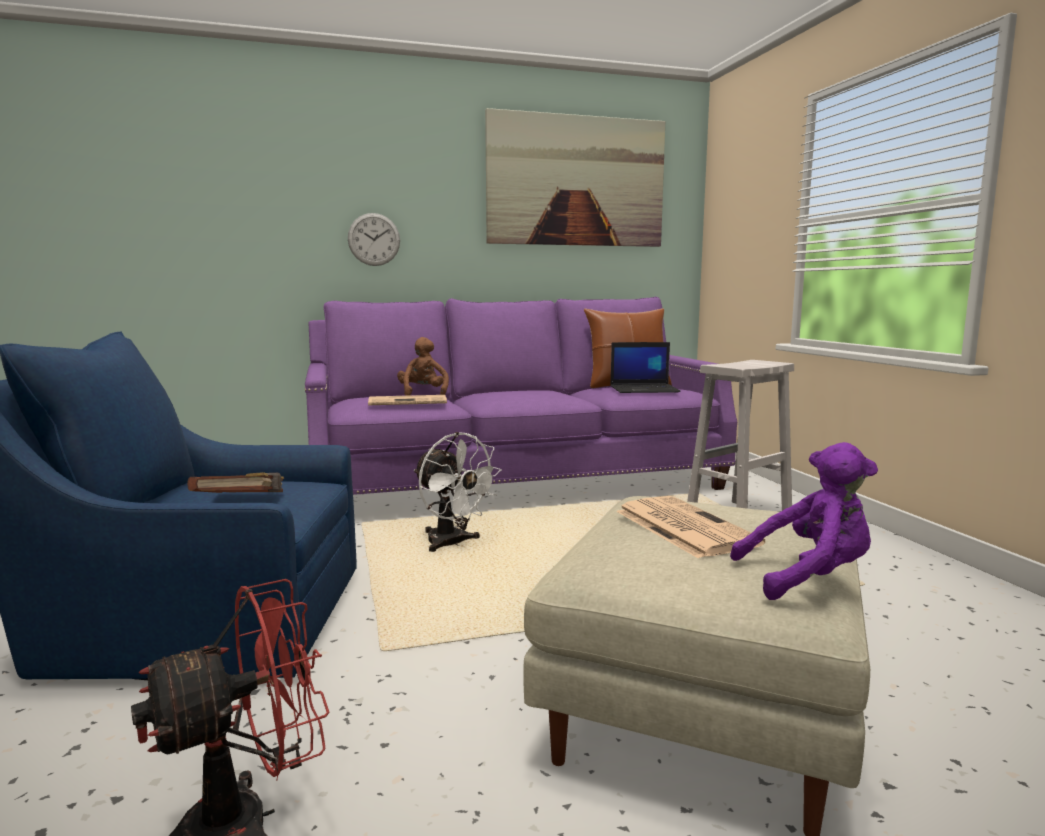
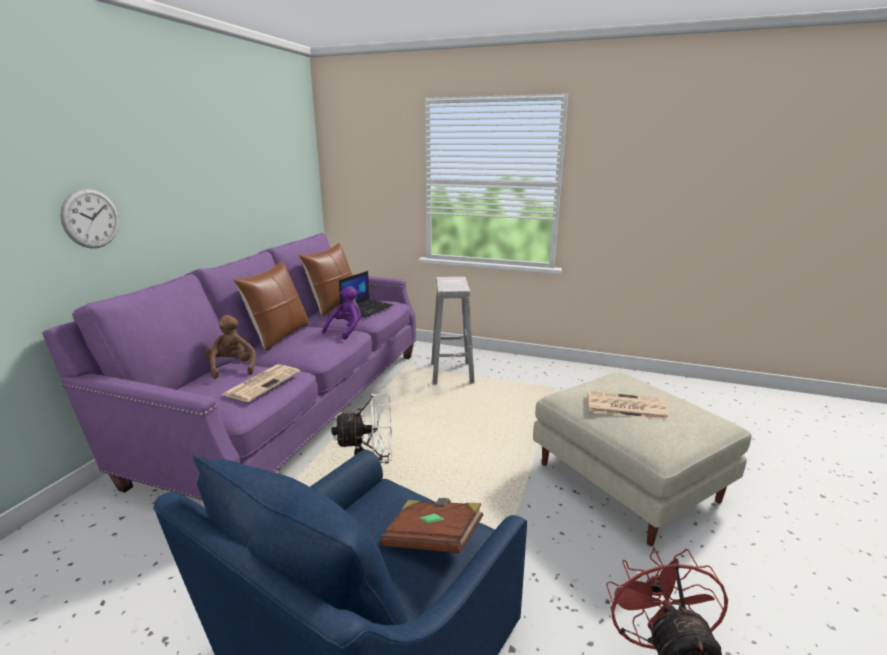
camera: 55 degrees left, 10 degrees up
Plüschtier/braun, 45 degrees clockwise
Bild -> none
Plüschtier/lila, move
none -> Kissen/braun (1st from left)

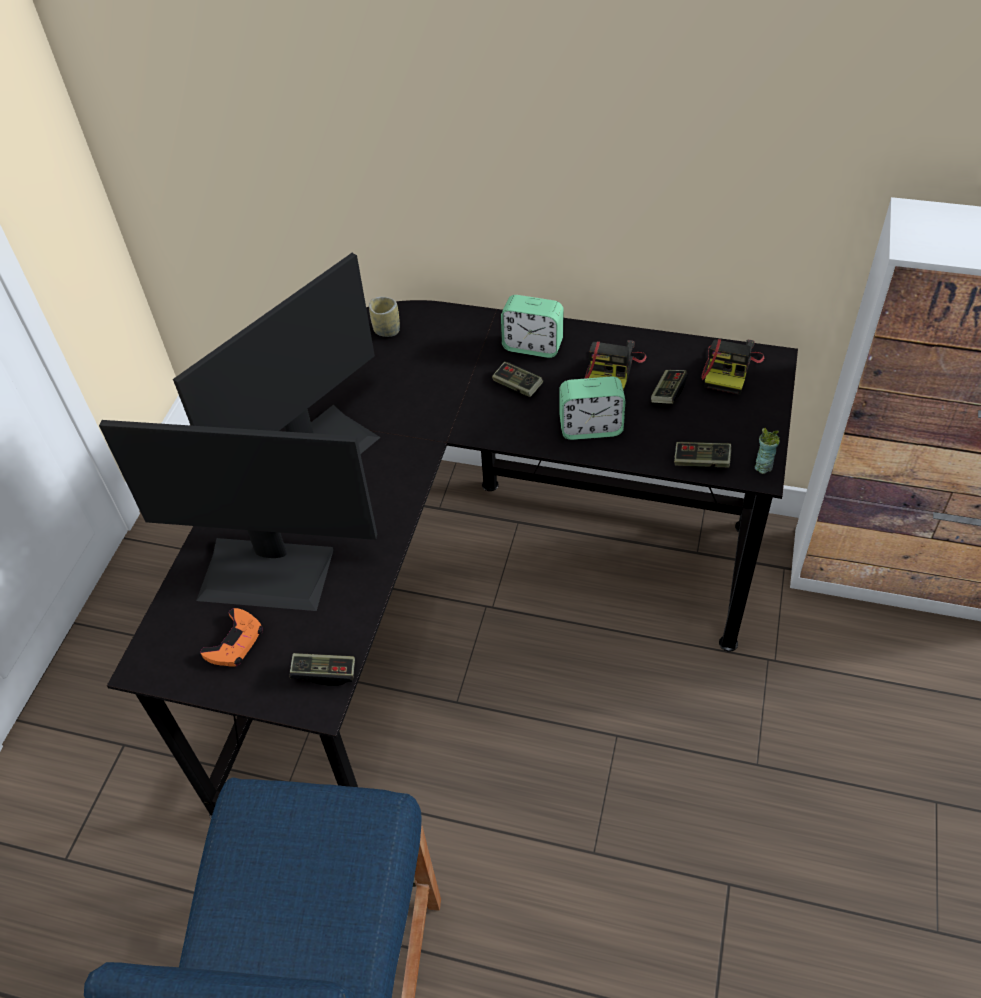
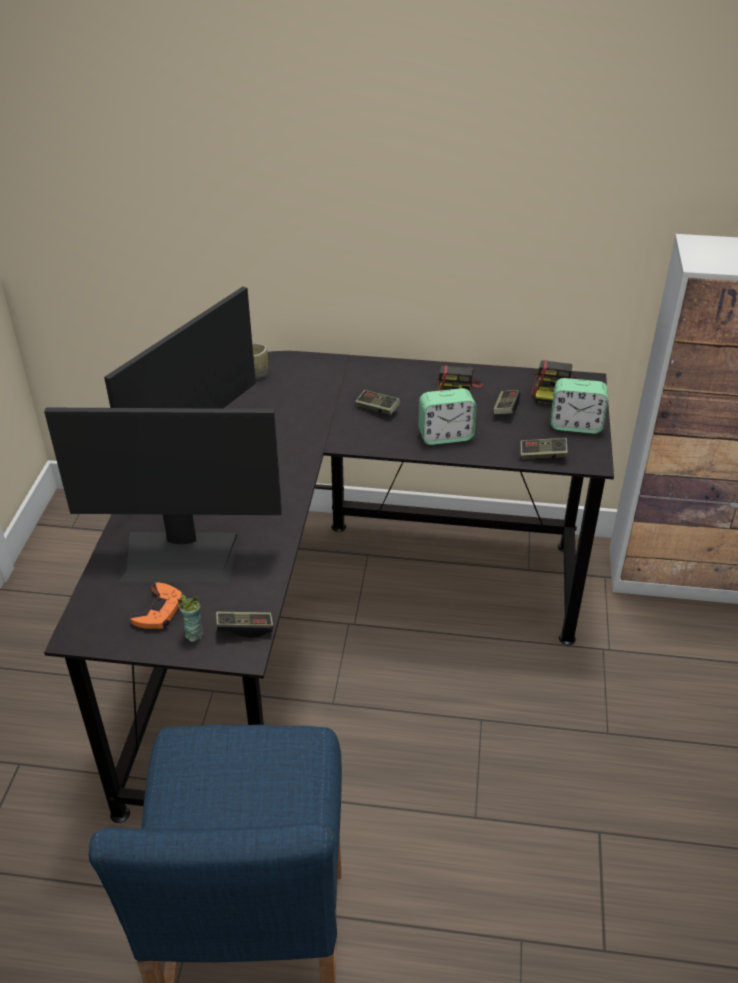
camera: 10 degrees left, 10 degrees down
Wecker (1st from left in the first image) -> Wecker (2nd from left), move
Tasse (2nd from left in the first image) -> Tasse (1st from left), move

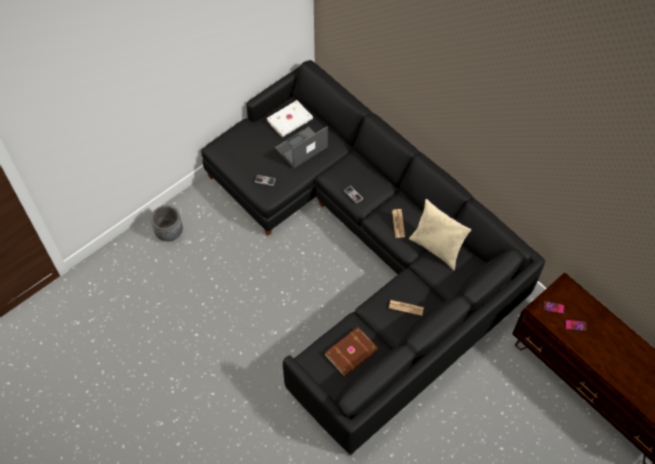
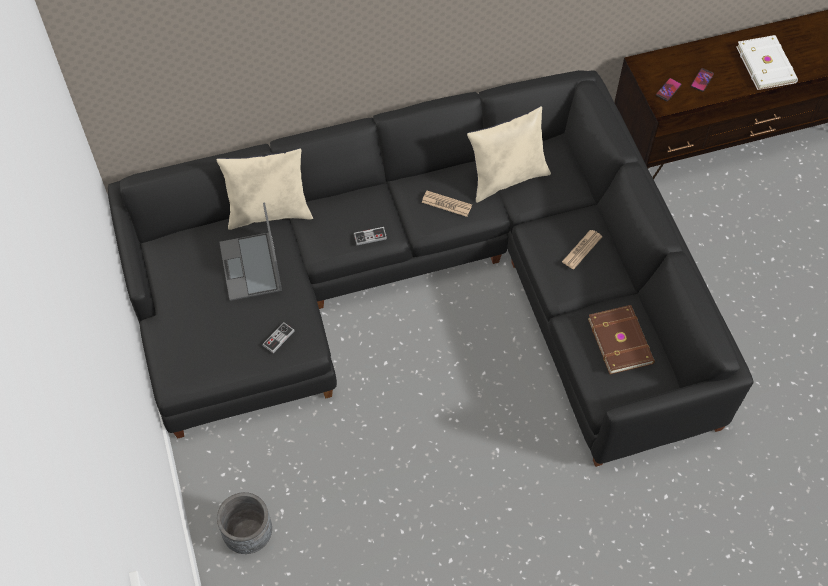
camera: 65 degrees left, 0 degrees up
Buch/weiß, move
none -> Kissen/beige (1st from left)

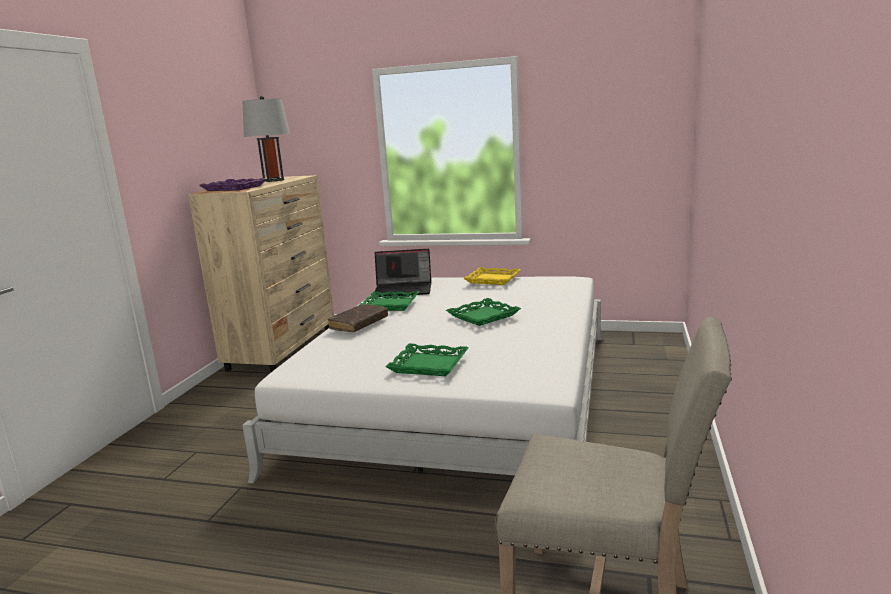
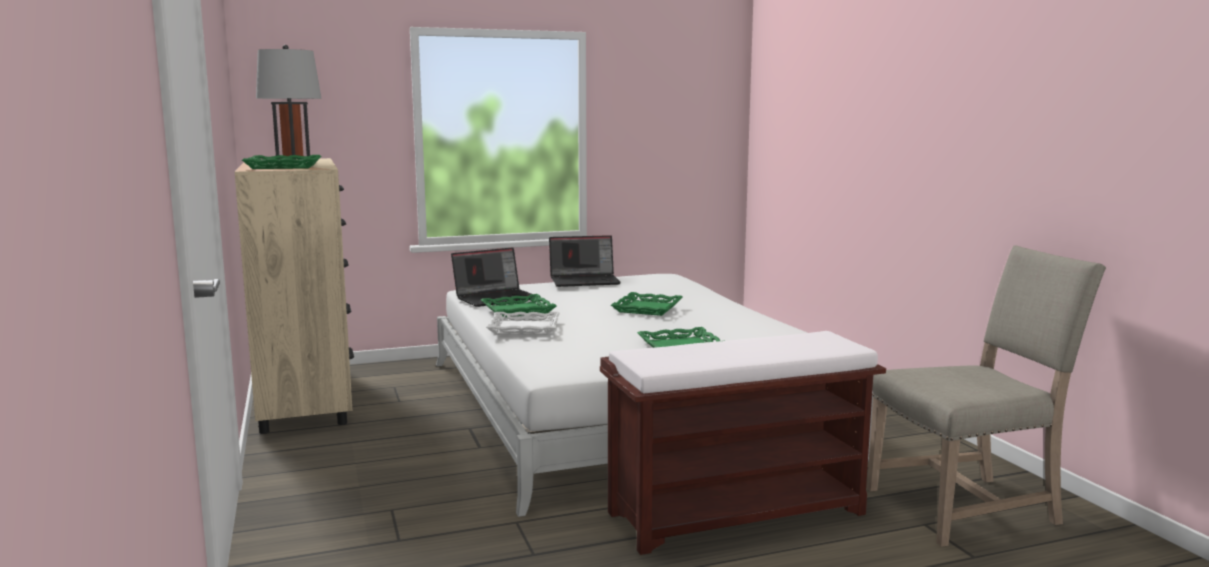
camera: 35 degrees left, 5 degrees down
Tablett/lila -> Tablett/grün (1st from left)
Buch/braun -> Tablett/weiß
Tablett/gelb -> Laptop (2nd from left)
none -> Bank/braun

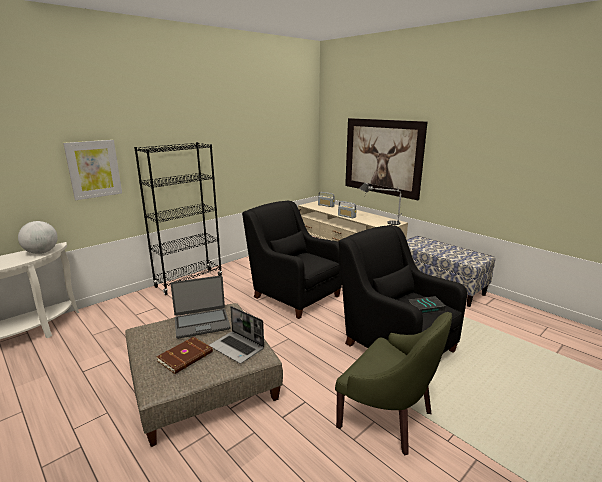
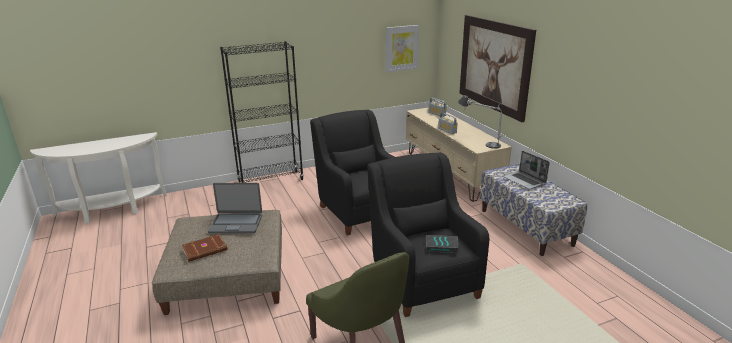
camera: 20 degrees right, 5 degrees up
Globus -> none
Bild (1st from left), move
Laptop (2nd from left), move

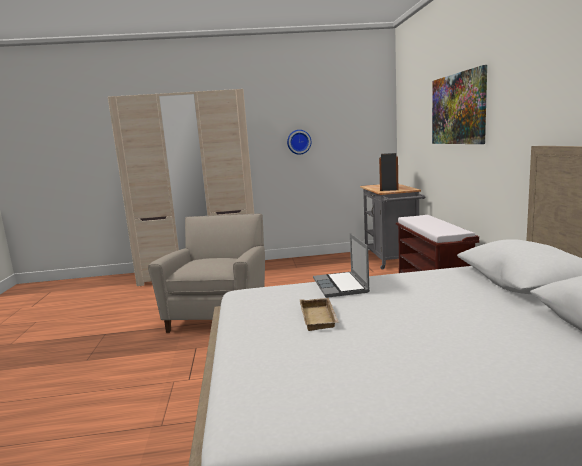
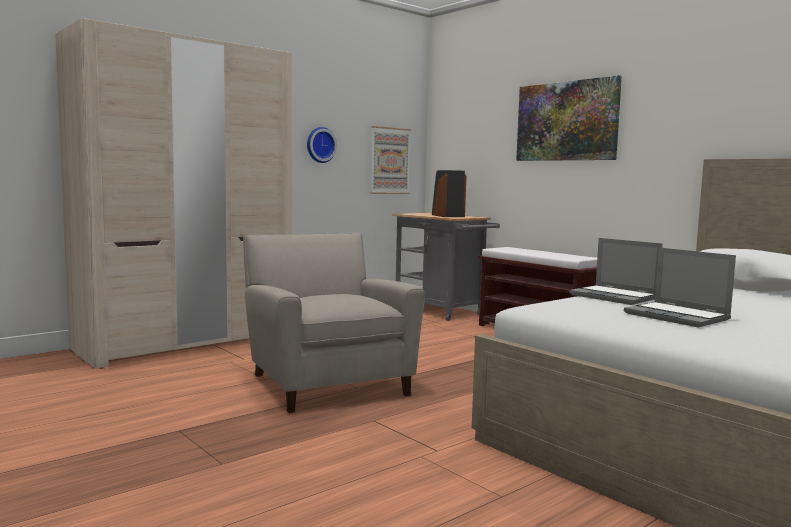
camera: 35 degrees left, 5 degrees down
Tablett/beige -> Laptop (2nd from left)
none -> Bild (1st from left)

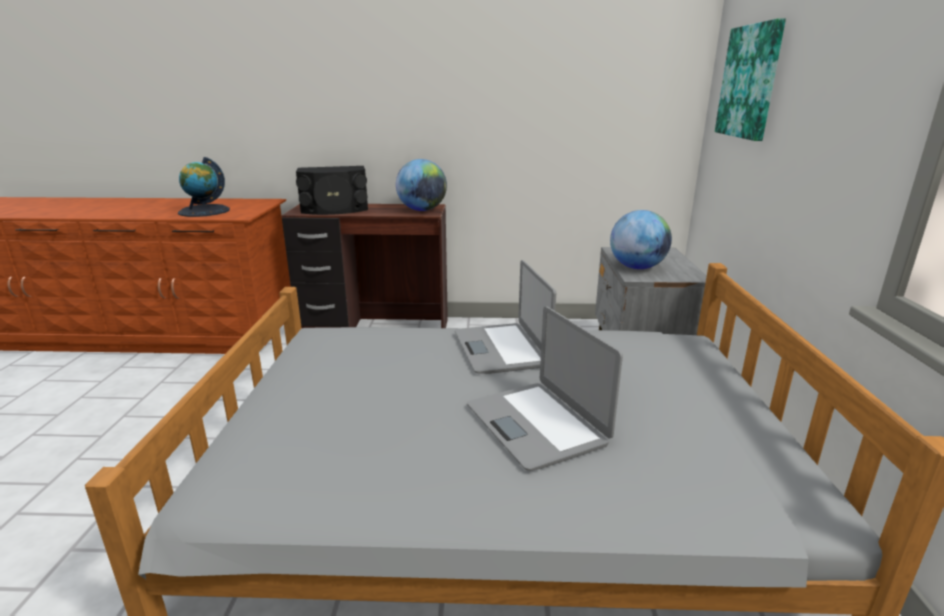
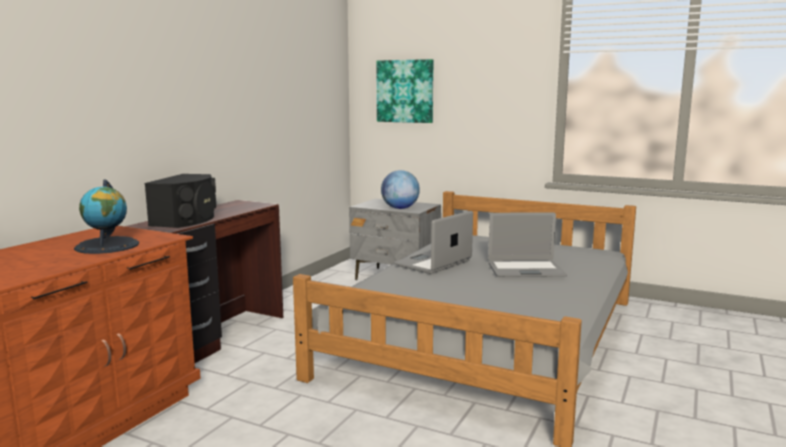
camera: 65 degrees left, 10 degrees down
Globus (2nd from left) -> none
Laptop (1st from left), 120 degrees clockwise

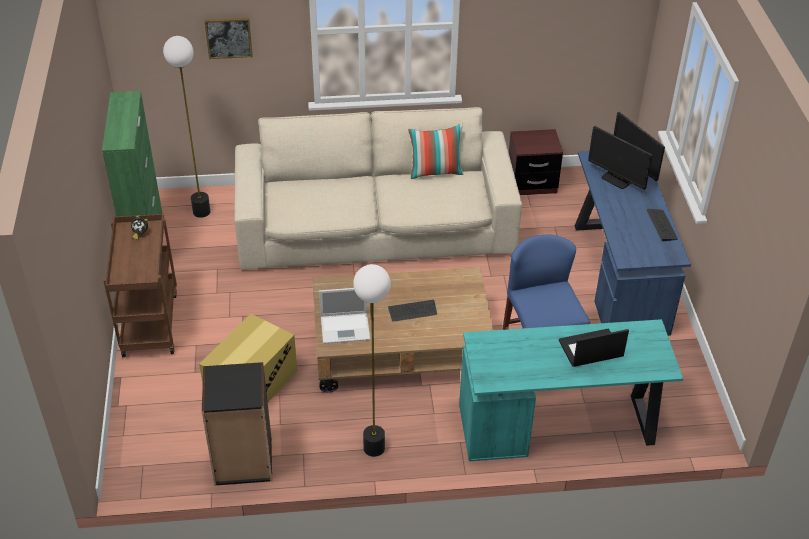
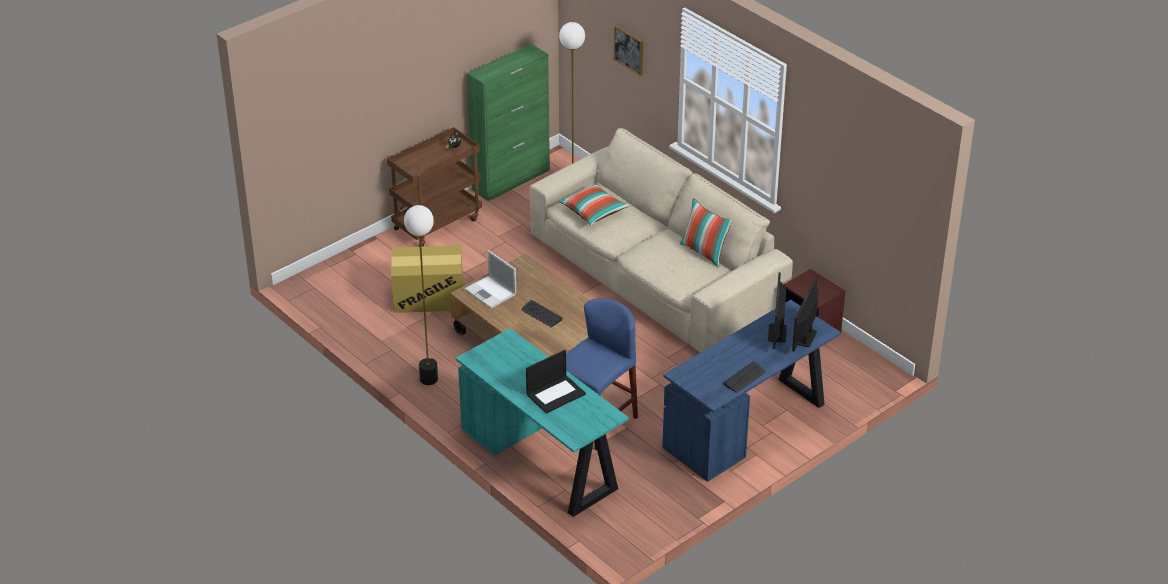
camera: 55 degrees right, 5 degrees down
Bücherregal/schwarz -> none
Laptop (2nd from left), 105 degrees clockwise
none -> Kissen (1st from left)

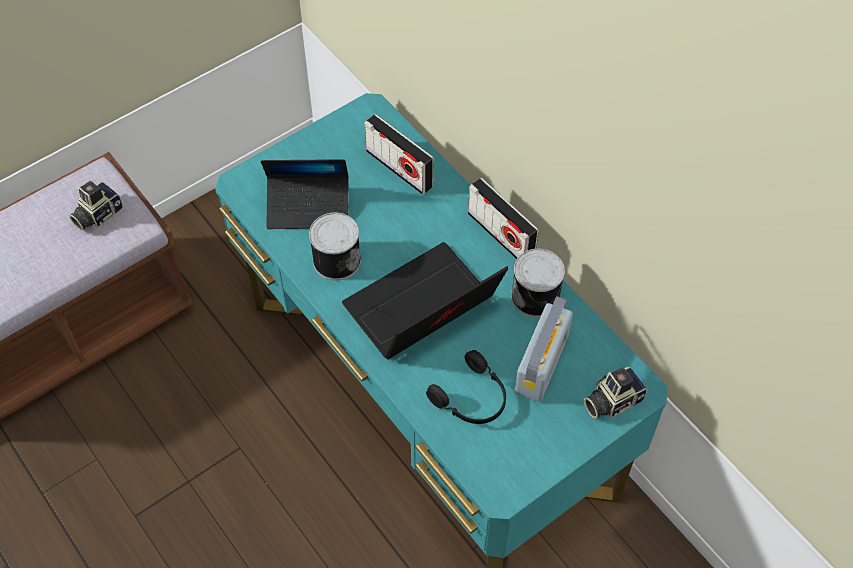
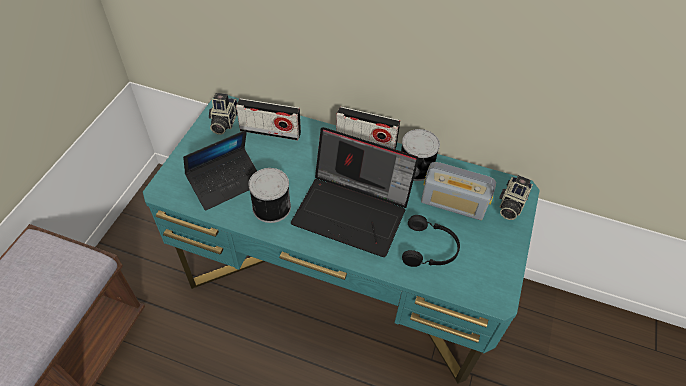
camera: 35 degrees left, 5 degrees down
Kamera (1st from left), move
Laptop (2nd from left), 90 degrees counterclockwise
Radio (3rd from left), 120 degrees clockwise

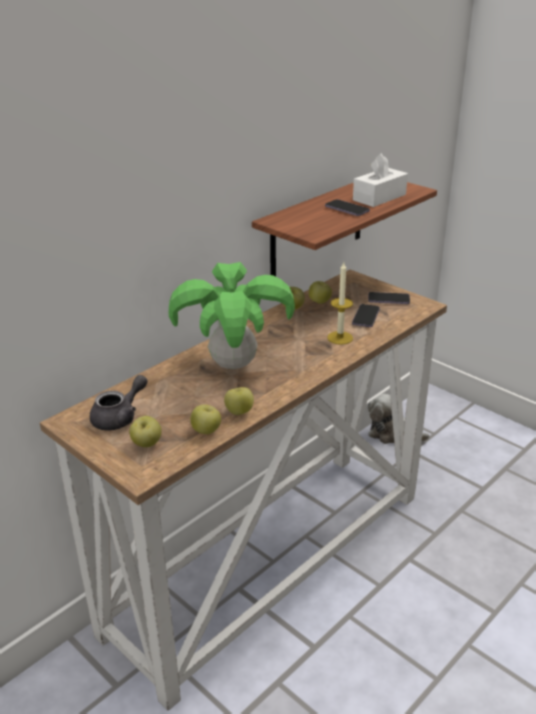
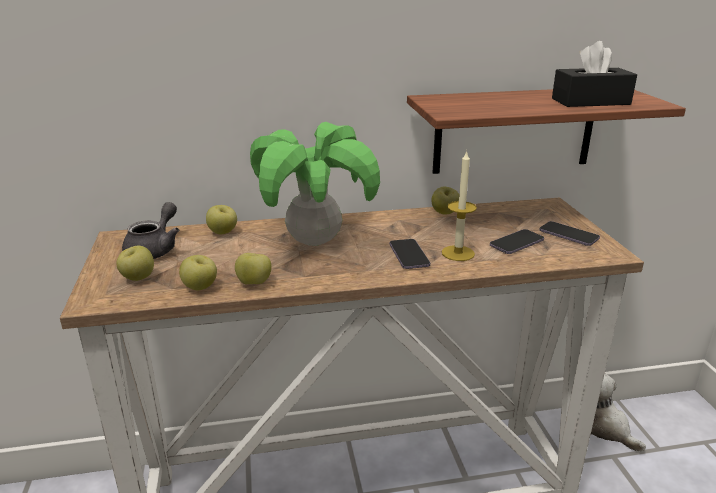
camera: 35 degrees right, 5 degrees down
Teekanne/grau, 60 degrees counterclockwise
Apfel (5th from left in the first image) -> Apfel (3rd from left), move
Handy (1st from left), move
Taschentuchbox/weiß -> Taschentuchbox/schwarz

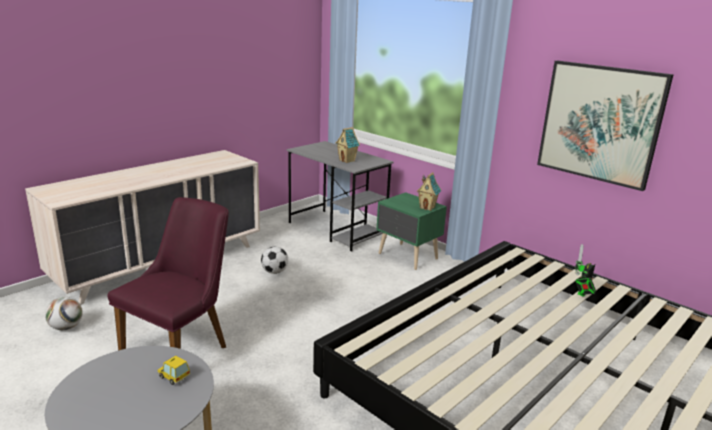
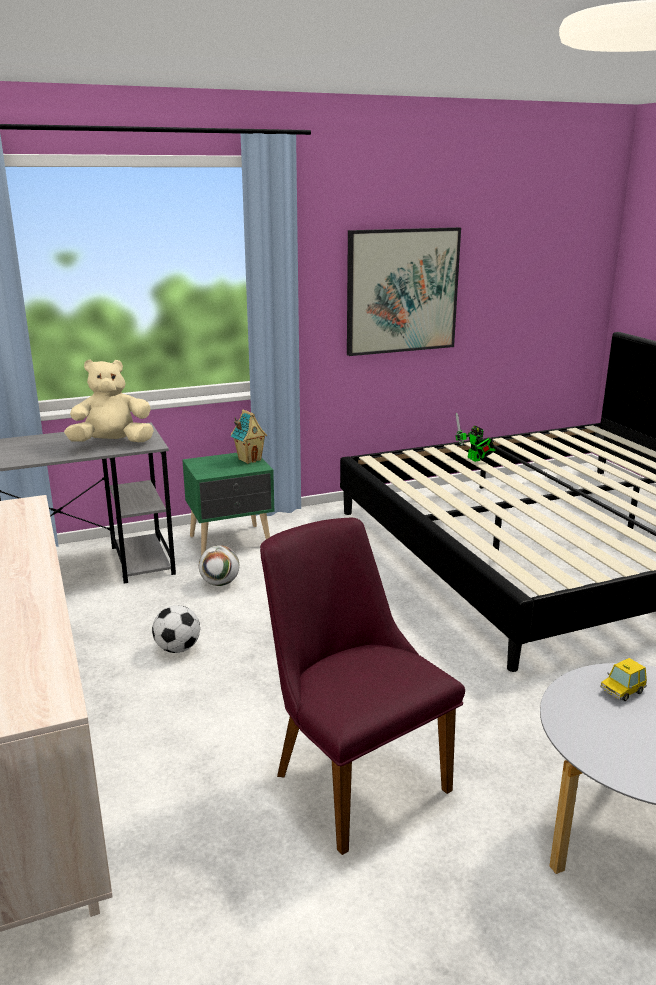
camera: 65 degrees left, 0 degrees up
Fußball (1st from left in the first image) -> Fußball (2nd from left), move
Spielzeughaus (1st from left) -> Plüschtier/beige

